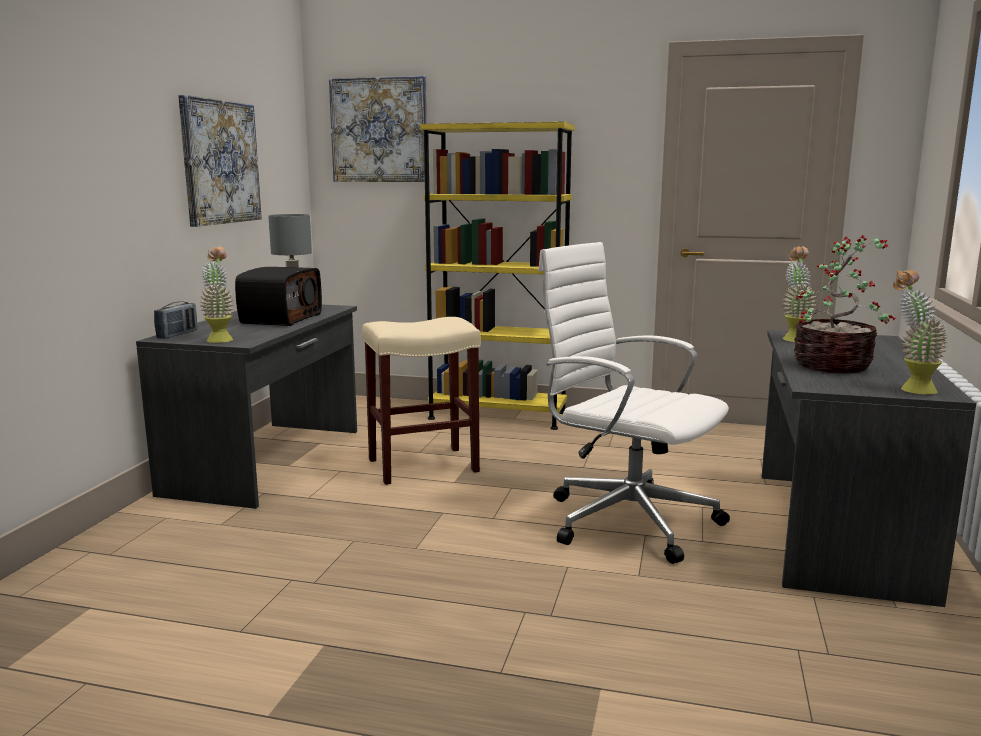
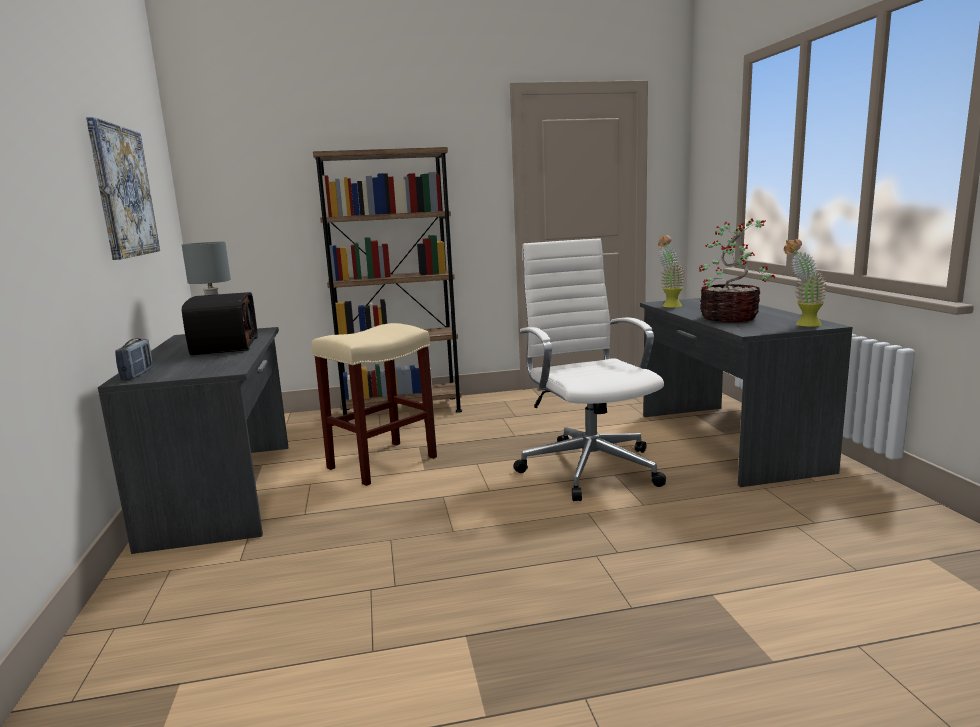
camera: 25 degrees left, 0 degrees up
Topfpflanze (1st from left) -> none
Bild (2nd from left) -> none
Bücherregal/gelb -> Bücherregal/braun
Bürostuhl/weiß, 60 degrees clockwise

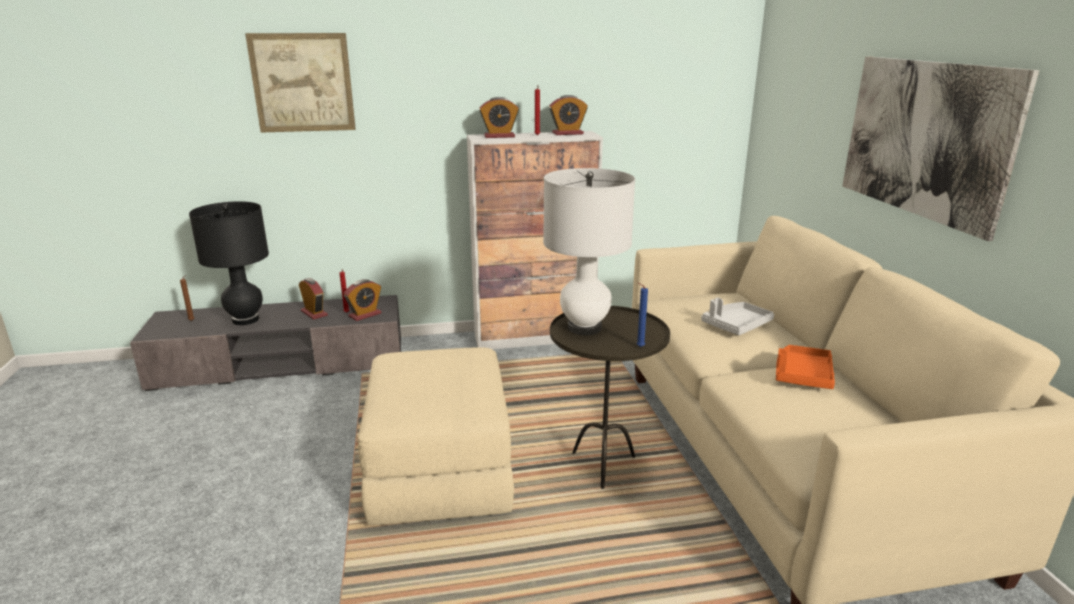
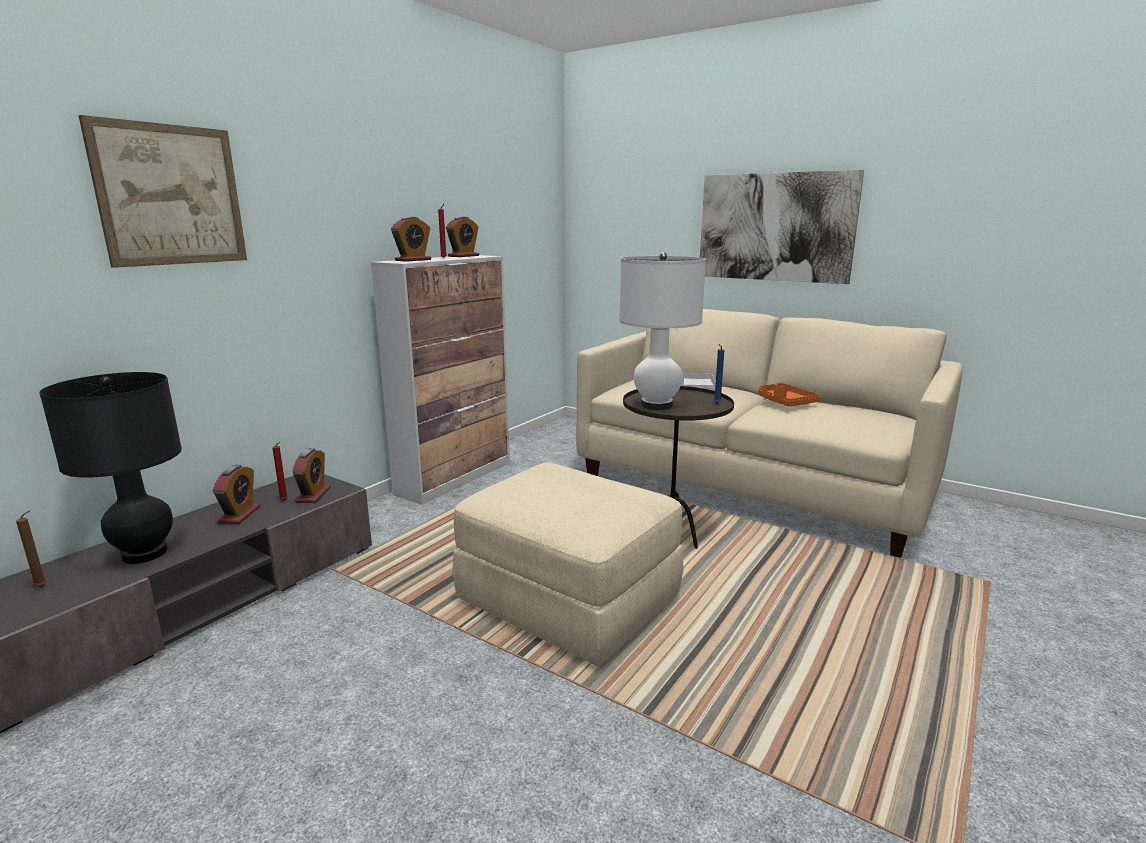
camera: 45 degrees left, 5 degrees down
Wecker (1st from left), 90 degrees clockwise

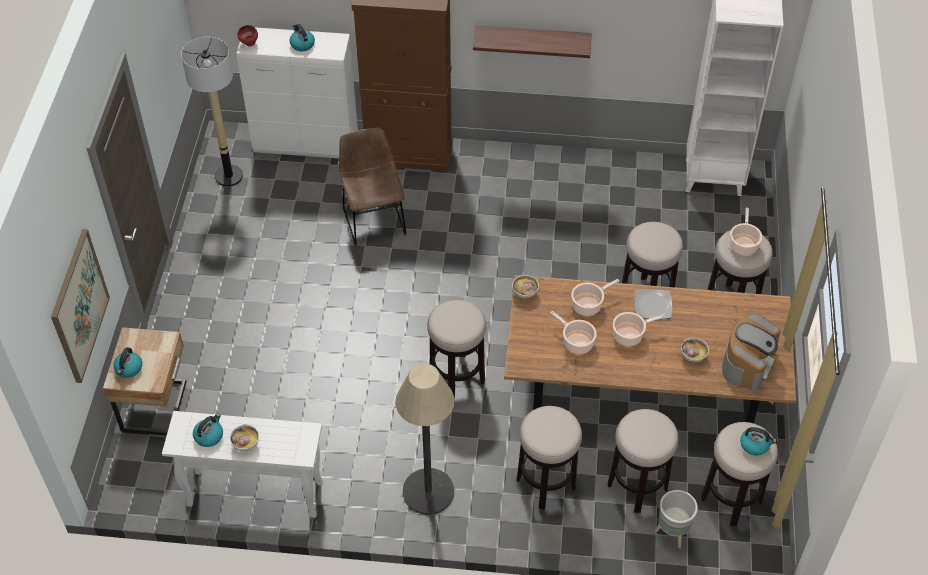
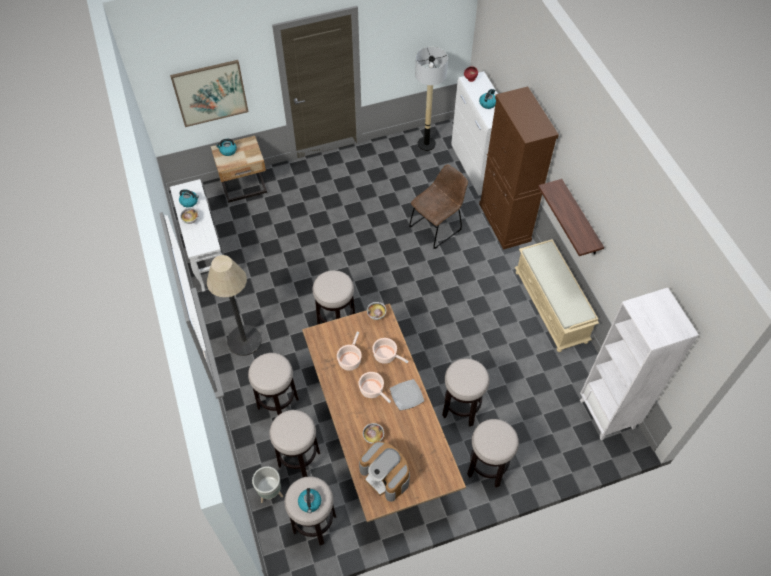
camera: 65 degrees right, 5 degrees up
Kaffeemaschine, 45 degrees clockwise
Kochtopf (4th from left) -> none
none -> Bank/beige

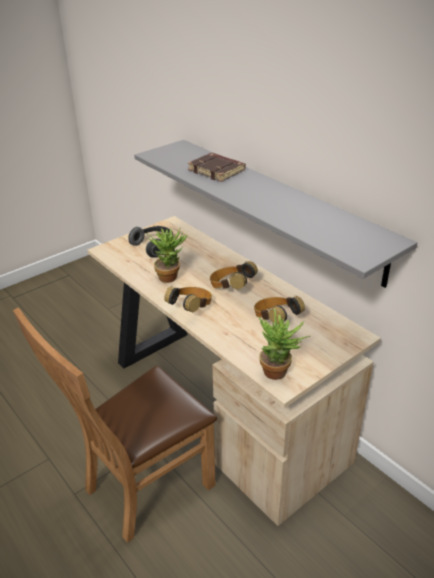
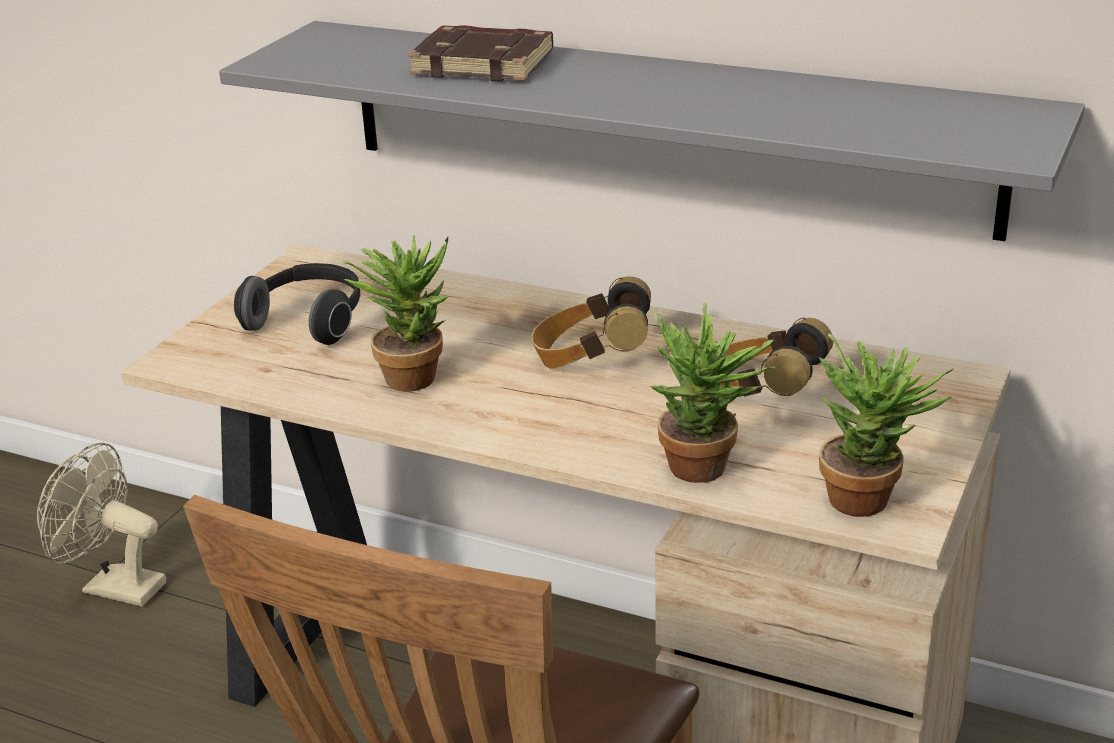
camera: 25 degrees left, 5 degrees down
Kopfhörer (2nd from left) -> none
none -> Ventilator/beige
none -> Topfpflanze (2nd from left)

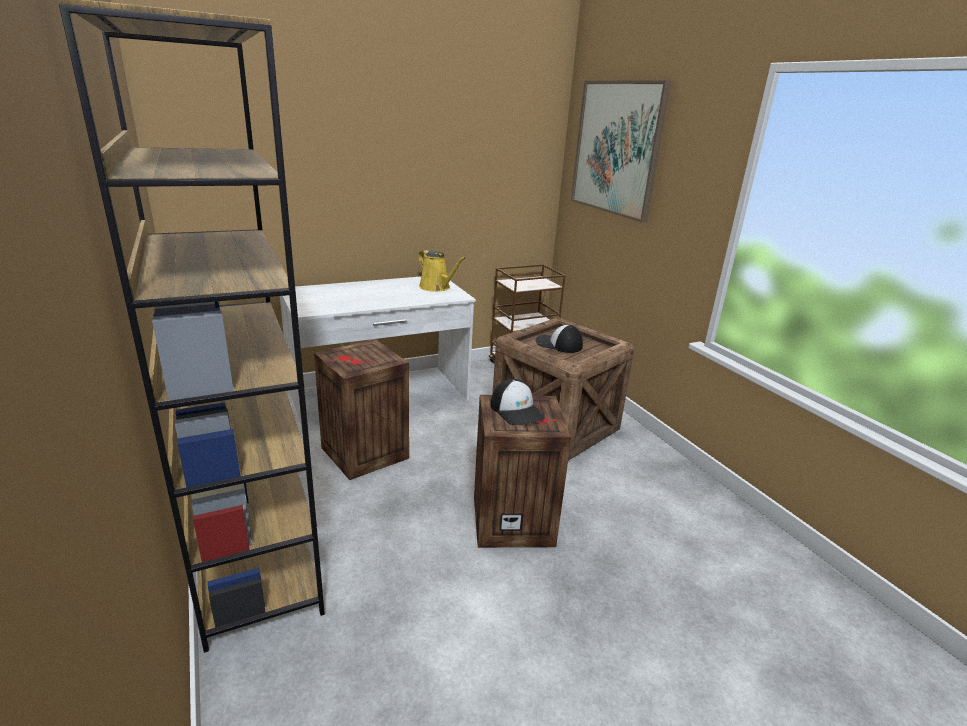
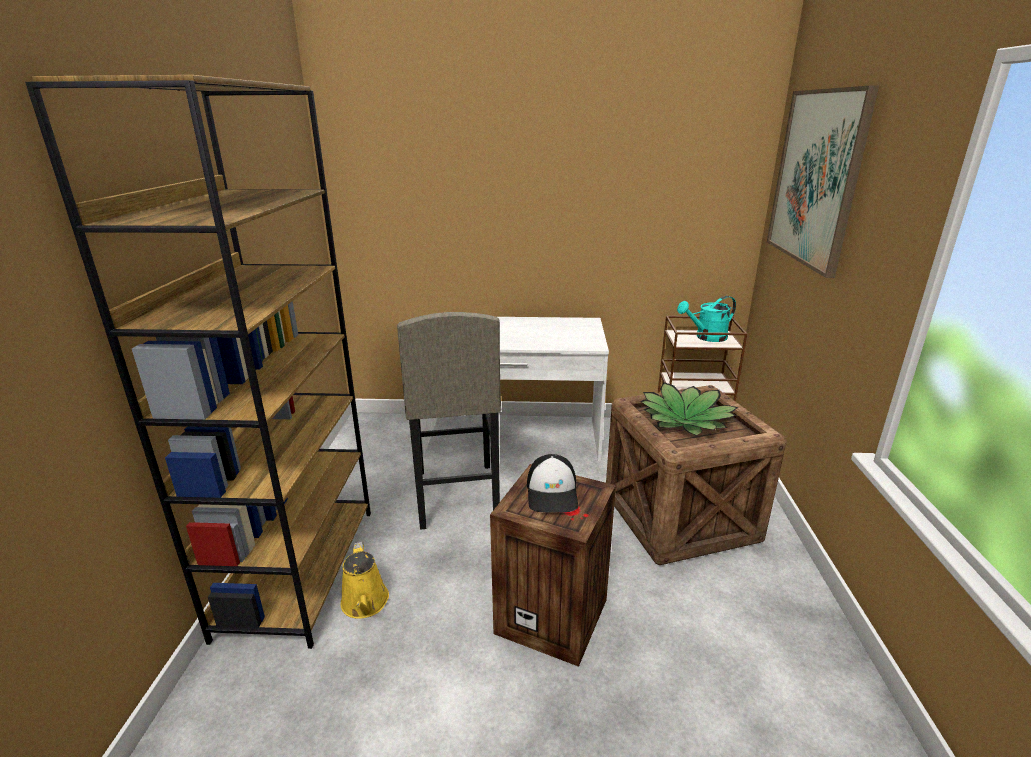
camera: 30 degrees right, 0 degrees up
Kiste (1st from left) -> Hocker/grau
Gießkanne/gelb, move
Kappe (2nd from left) -> Topfpflanze
none -> Gießkanne/türkis

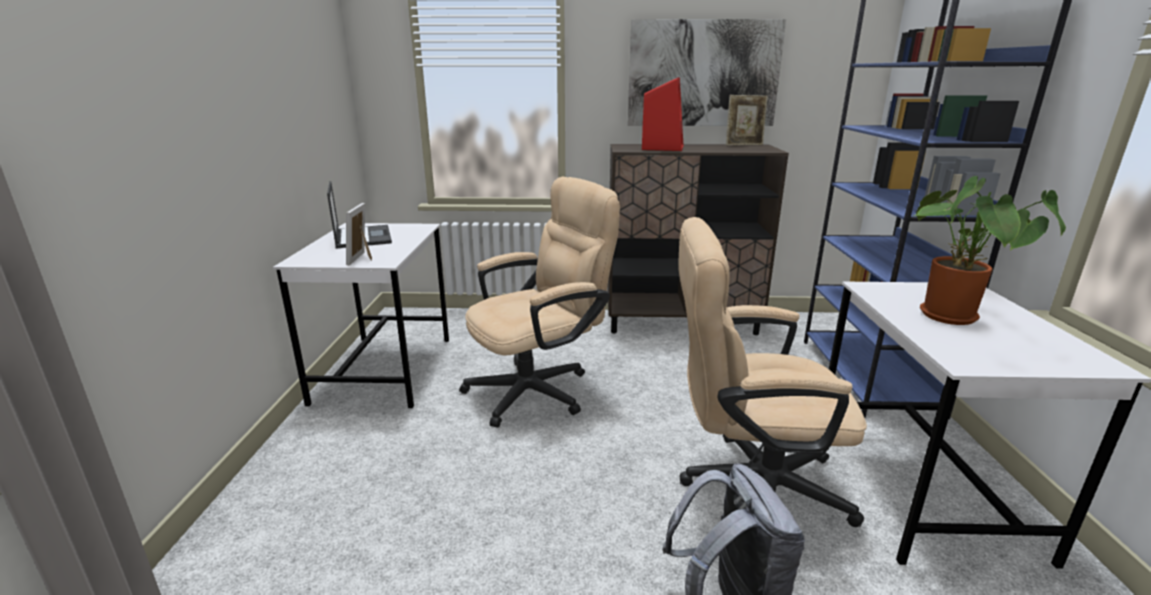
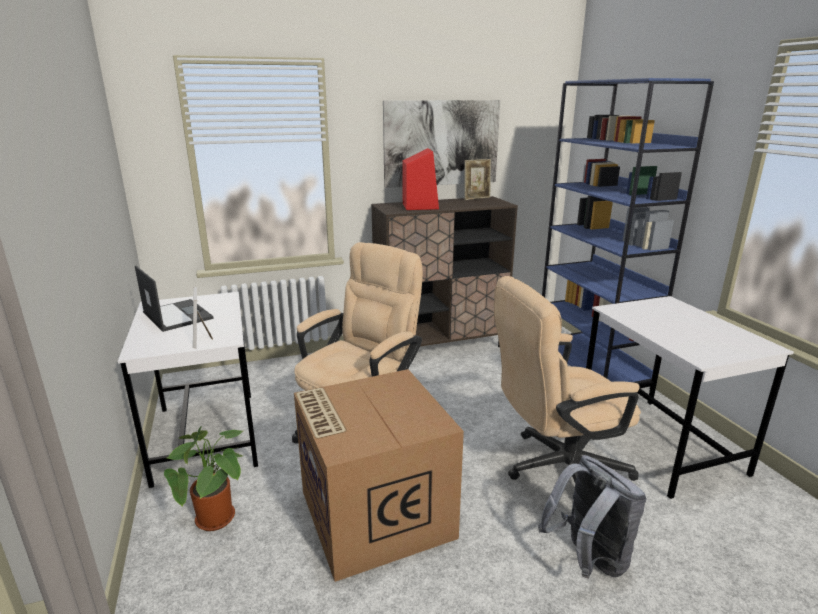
camera: 20 degrees left, 0 degrees up
Topfpflanze, move
none -> Karton

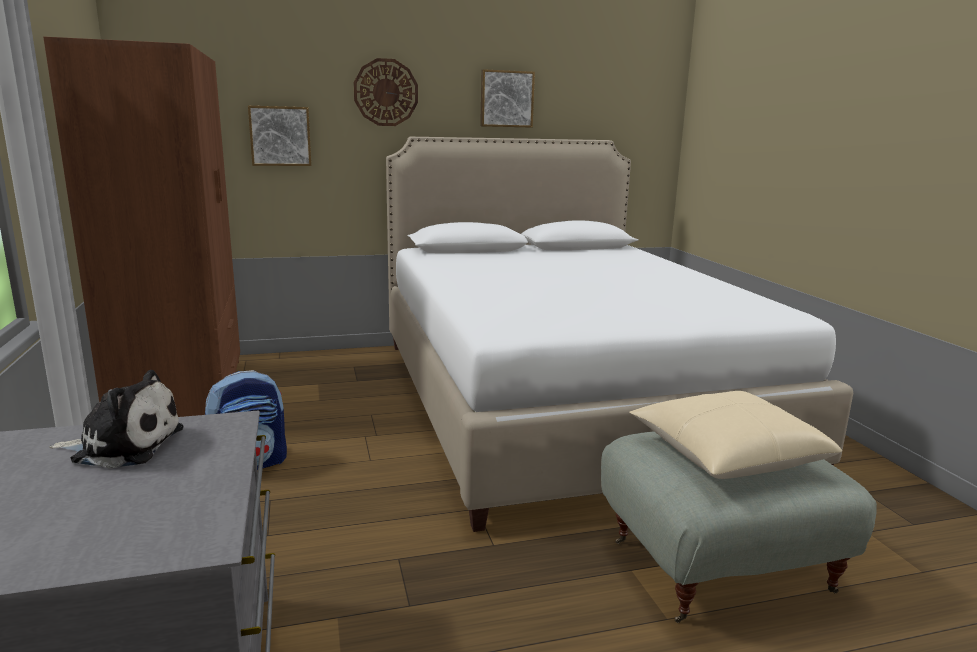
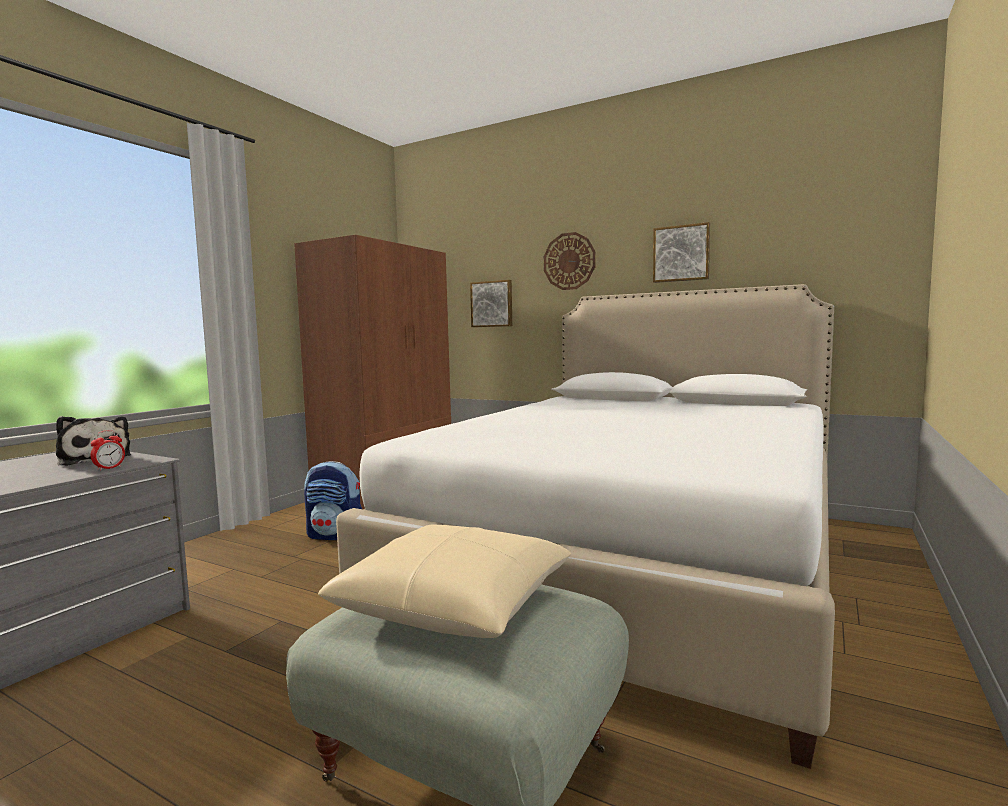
camera: 45 degrees right, 10 degrees down
none -> Wecker

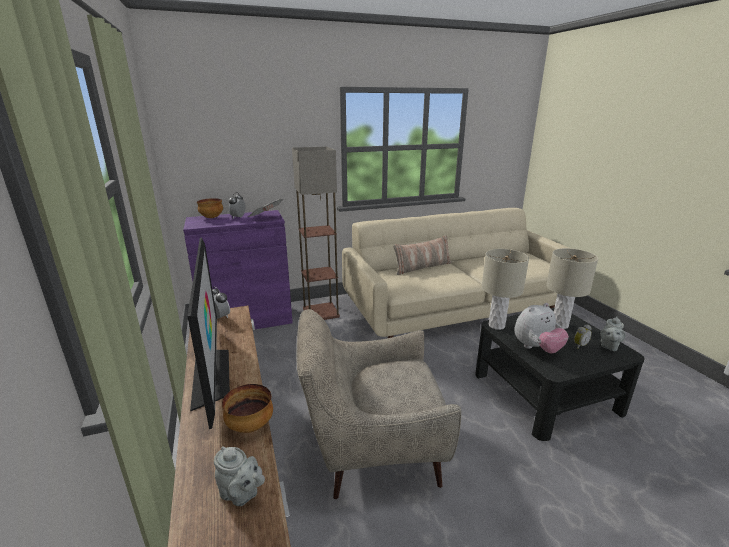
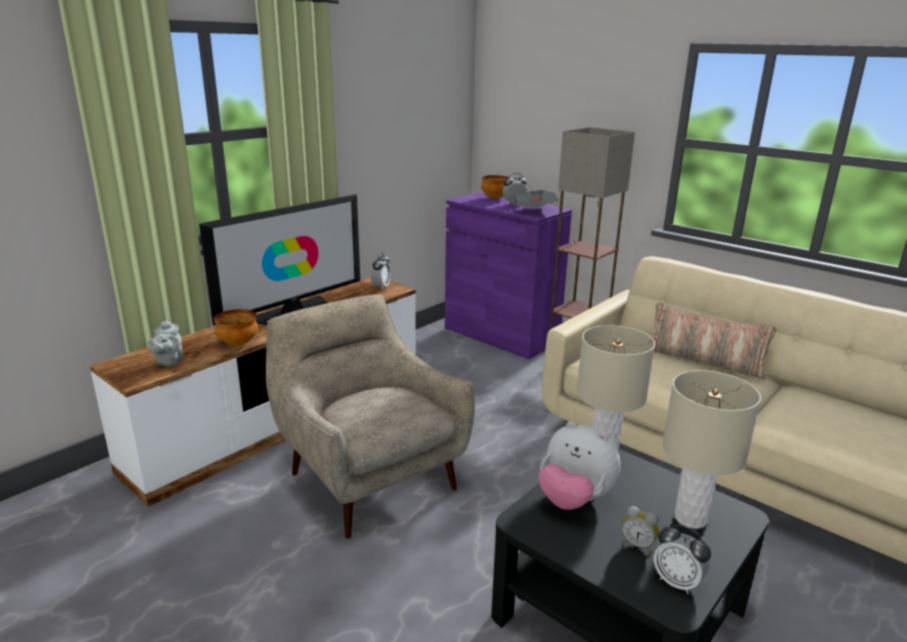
camera: 60 degrees right, 0 degrees up
Teekanne/grau (2nd from left) -> Wecker (4th from left)

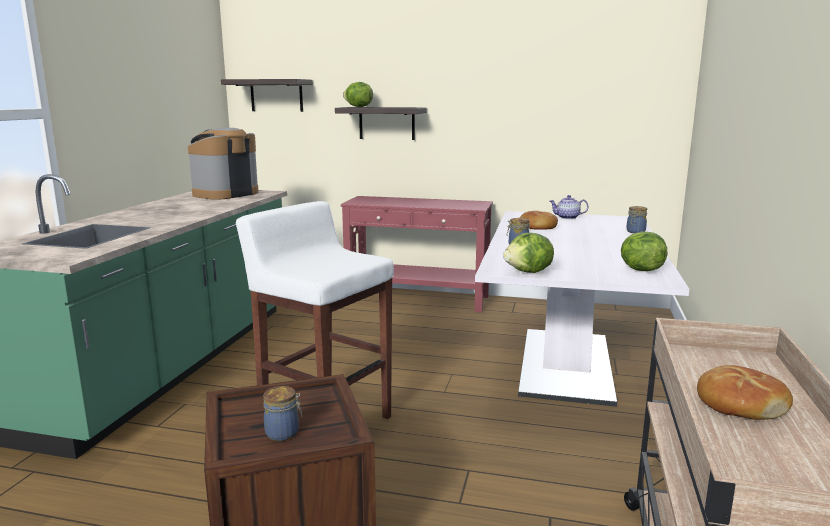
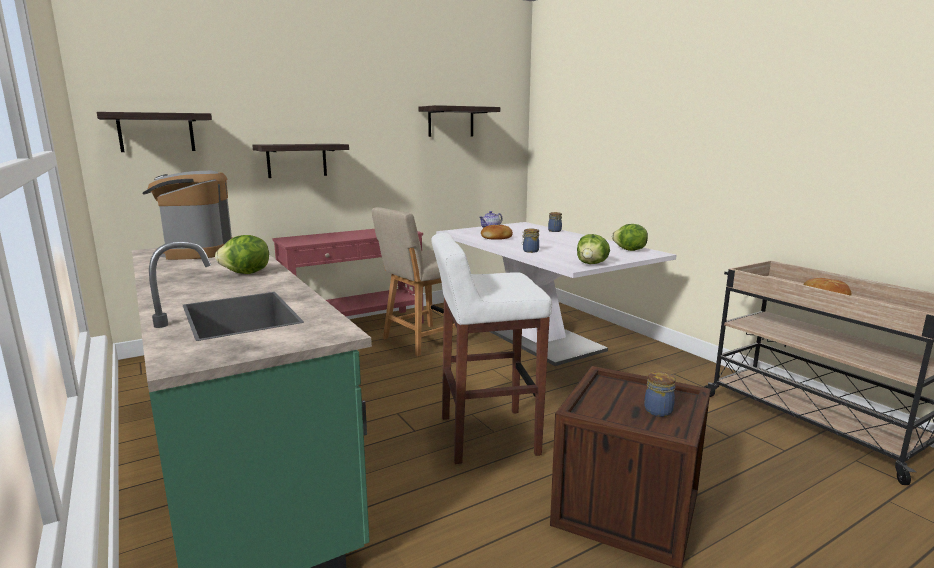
camera: 45 degrees left, 0 degrees up
Salatkopf (1st from left), move
none -> Stuhl/beige
none -> Wandregal (3rd from left)

